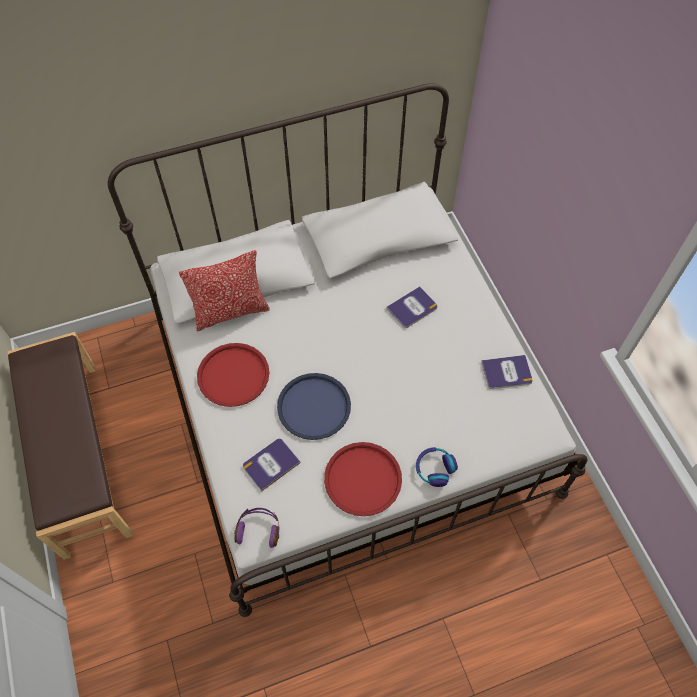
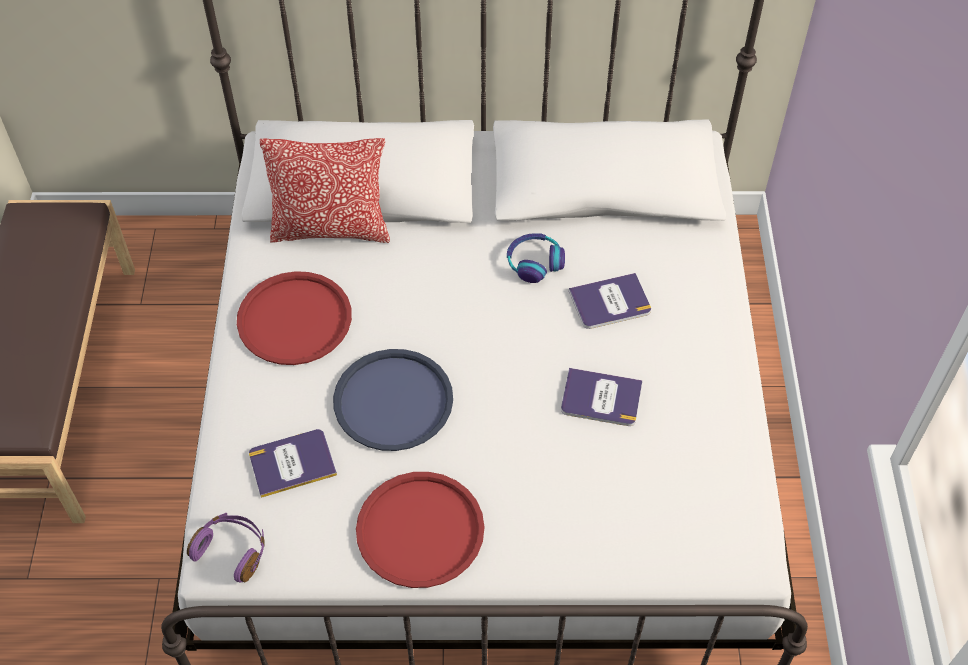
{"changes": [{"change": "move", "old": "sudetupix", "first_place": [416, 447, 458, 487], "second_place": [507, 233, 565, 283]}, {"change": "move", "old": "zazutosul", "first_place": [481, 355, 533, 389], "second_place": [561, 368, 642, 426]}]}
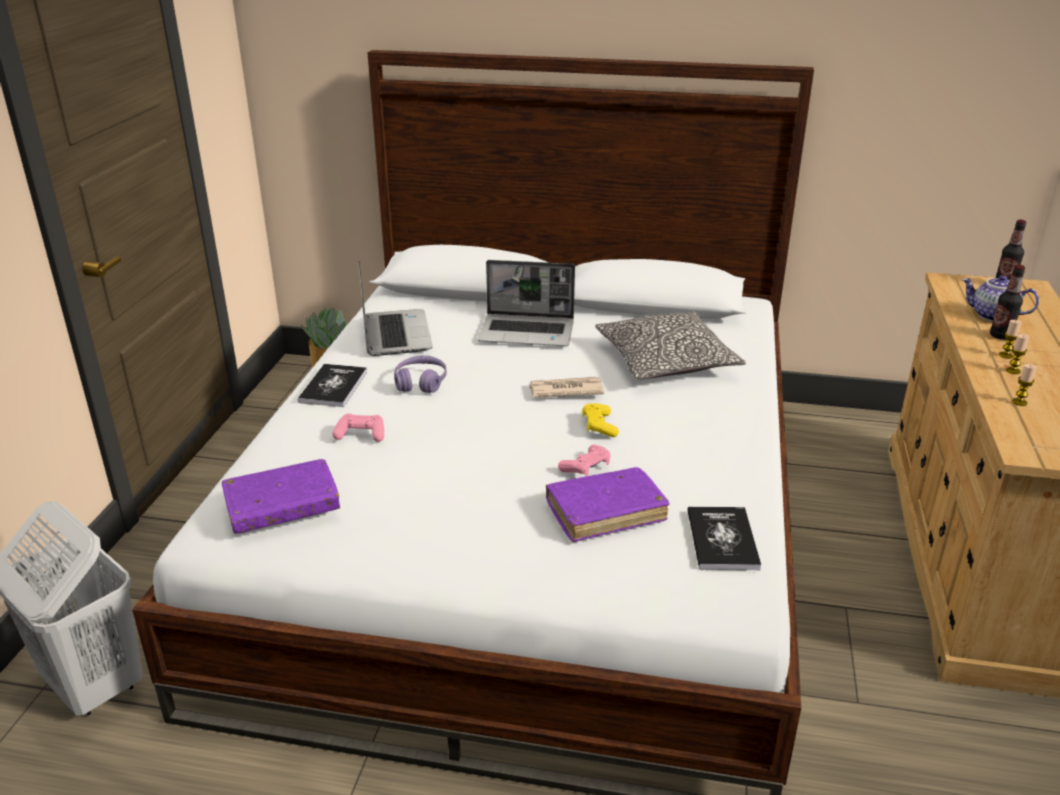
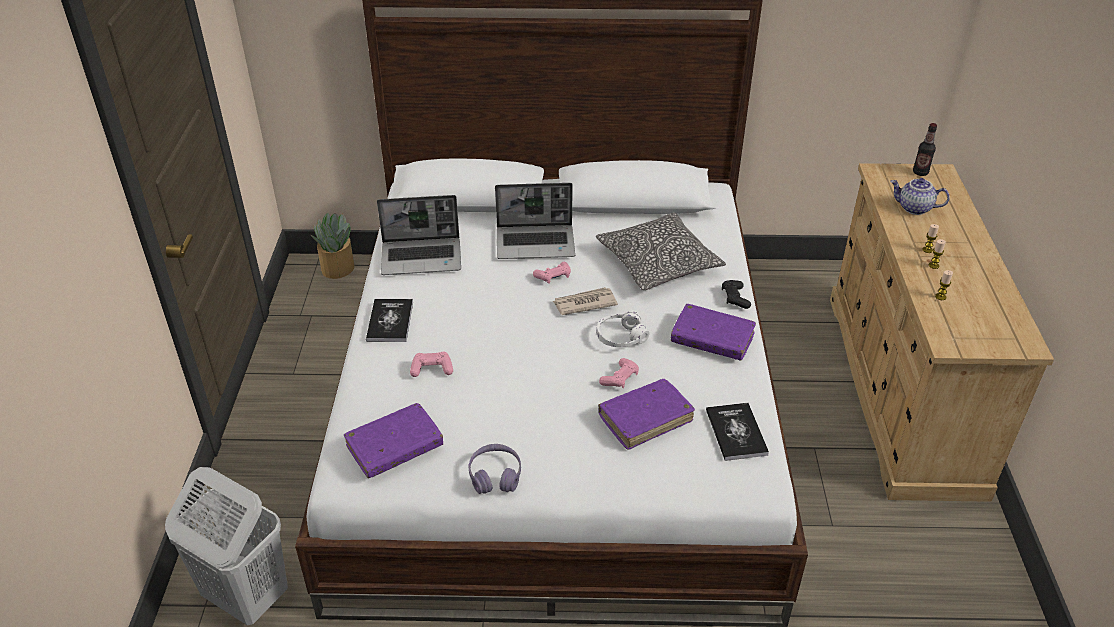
{"changes": [{"change": "rotate", "old": "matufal", "first_place": [358, 261, 433, 356], "second_place": [377, 195, 461, 275], "degrees": 105}, {"change": "move", "old": "purple sudetupix", "first_place": [394, 355, 447, 393], "second_place": [469, 444, 521, 494]}, {"change": "insert", "new": "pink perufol", "second_place": [533, 262, 571, 284]}, {"change": "replace", "old": "yellow perufol", "new": "white sudetupix", "first_place": [582, 403, 619, 437], "second_place": [597, 310, 649, 347]}, {"change": "insert", "new": "purple zazutosul", "second_place": [671, 304, 756, 361]}, {"change": "insert", "new": "black perufol", "second_place": [722, 280, 751, 309]}, {"change": "delete", "old": "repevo", "first_place": [990, 265, 1025, 340]}]}
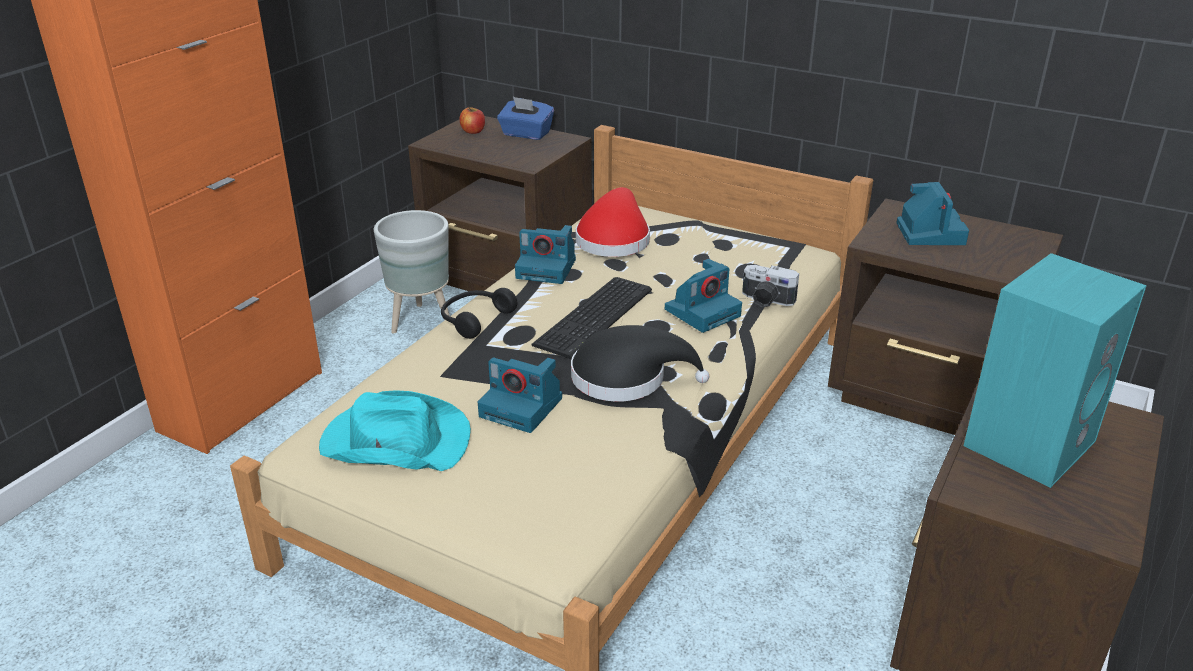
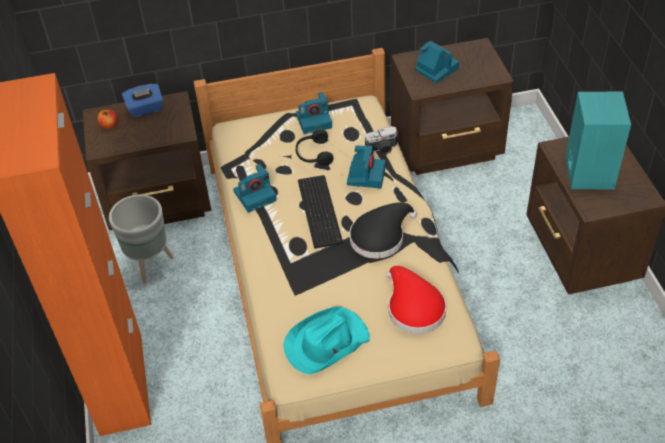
{"changes": [{"change": "move", "old": "black sudetupix", "first_place": [441, 288, 517, 339], "second_place": [295, 129, 333, 166]}, {"change": "move", "old": "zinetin", "first_place": [478, 358, 562, 433], "second_place": [296, 92, 332, 134]}, {"change": "move", "old": "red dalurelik", "first_place": [576, 187, 650, 257], "second_place": [386, 266, 446, 334]}]}
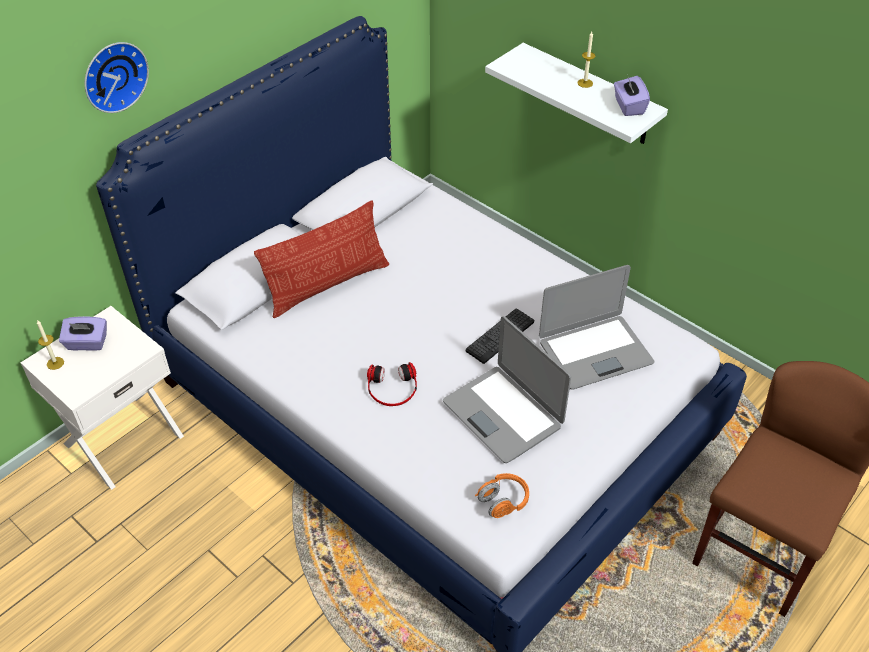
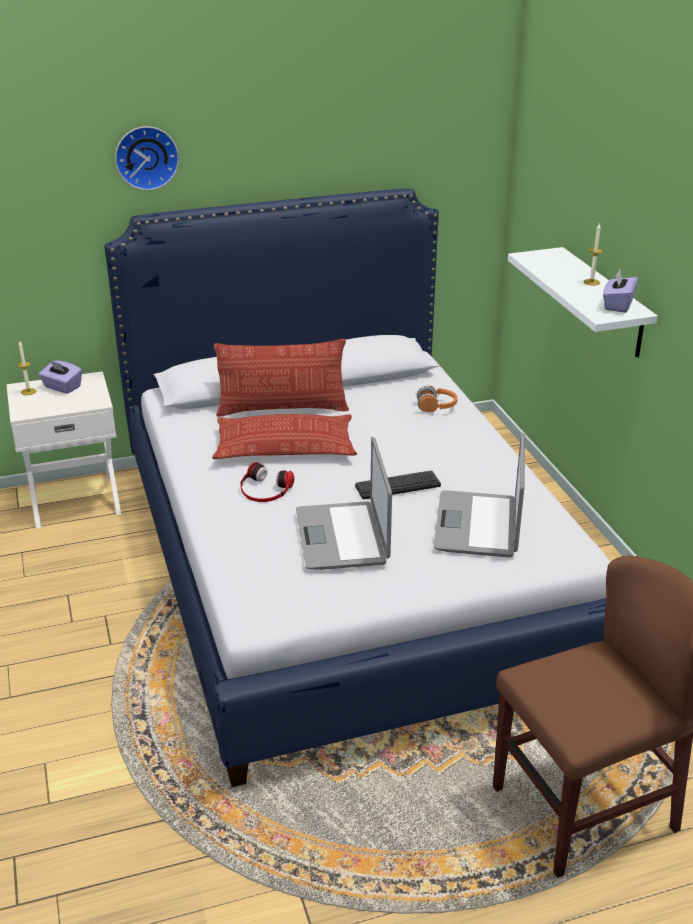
{"changes": [{"change": "insert", "new": "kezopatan", "second_place": [212, 414, 357, 459]}, {"change": "move", "old": "orange sudetupix", "first_place": [475, 473, 529, 518], "second_place": [416, 386, 458, 413]}, {"change": "rotate", "old": "matufal", "first_place": [539, 265, 654, 390], "second_place": [434, 432, 525, 557], "degrees": 90}]}
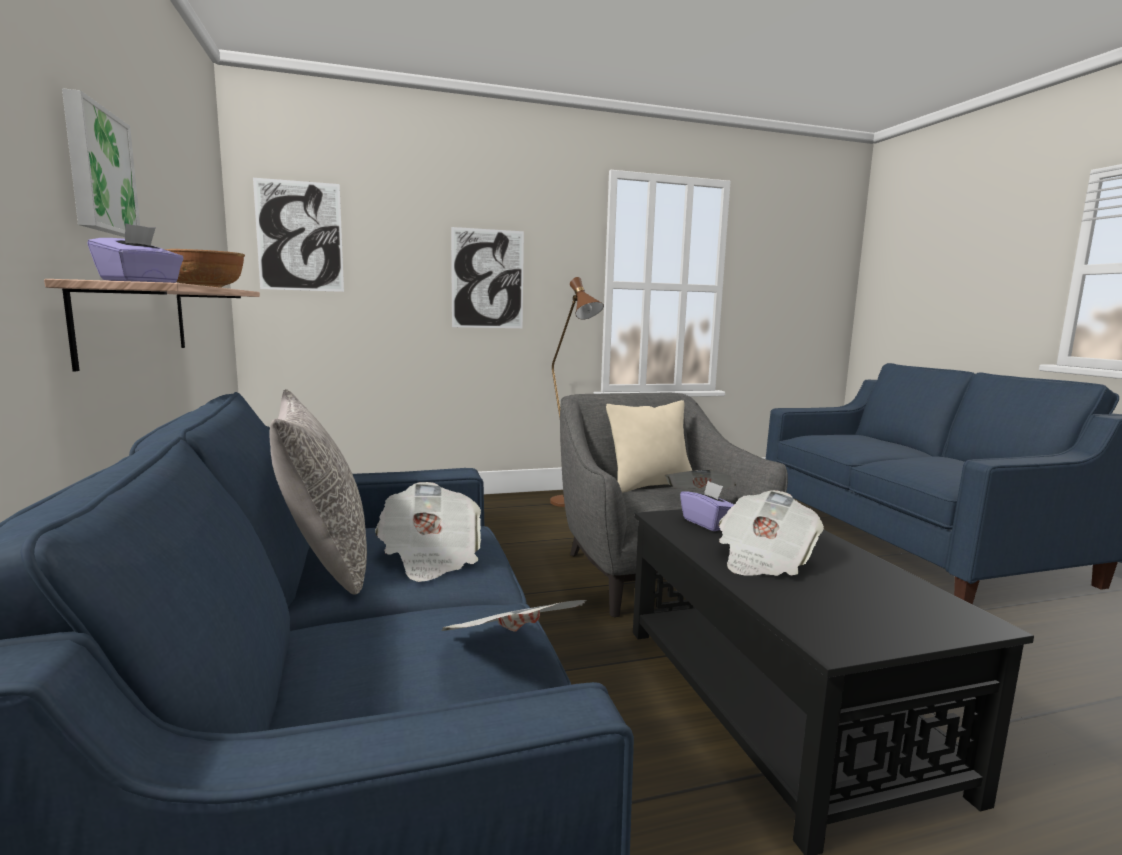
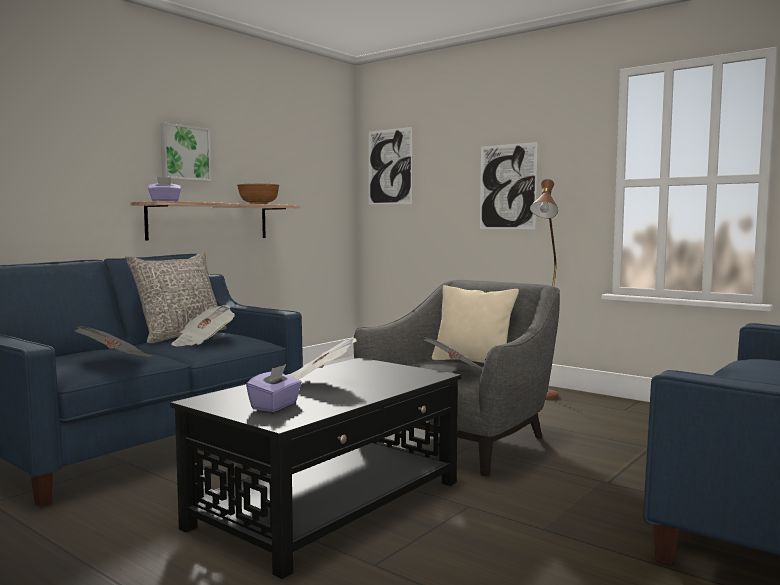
{"changes": [{"change": "move", "old": "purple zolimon", "first_place": [680, 481, 734, 531], "second_place": [246, 364, 302, 412]}]}
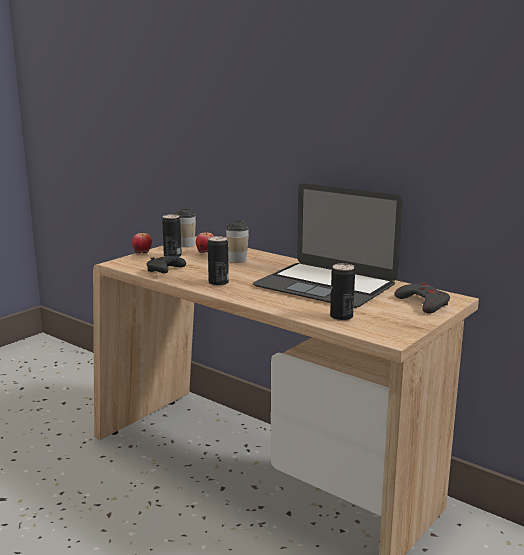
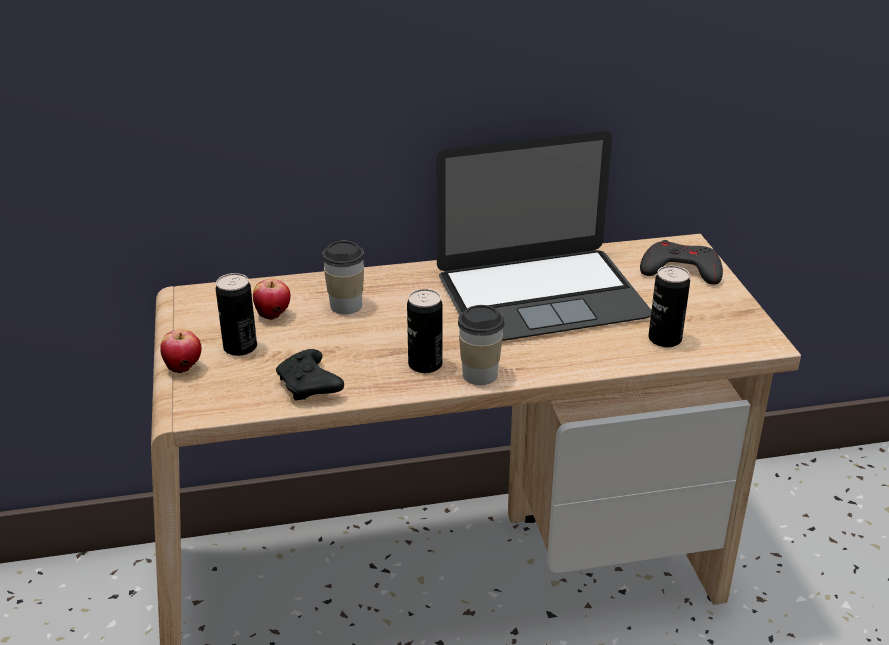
{"changes": [{"change": "move", "old": "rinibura", "first_place": [174, 209, 196, 247], "second_place": [458, 305, 505, 385]}]}
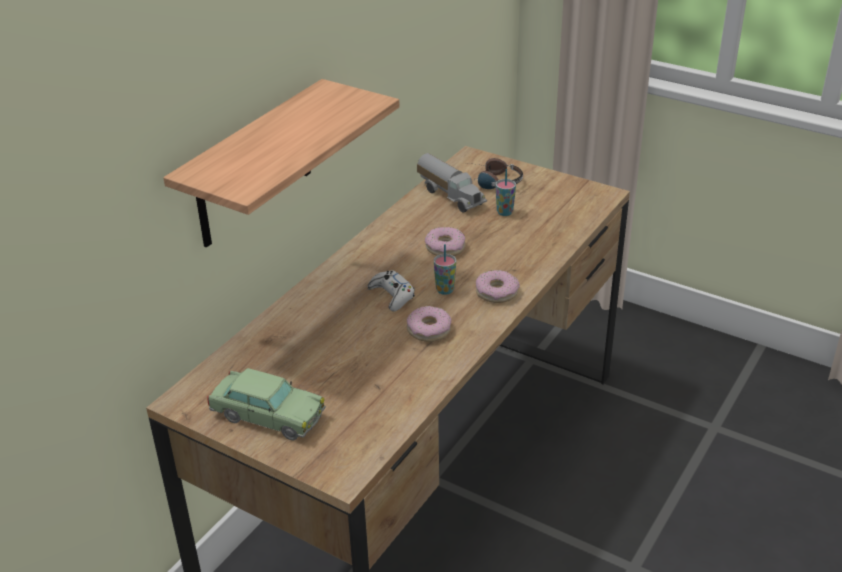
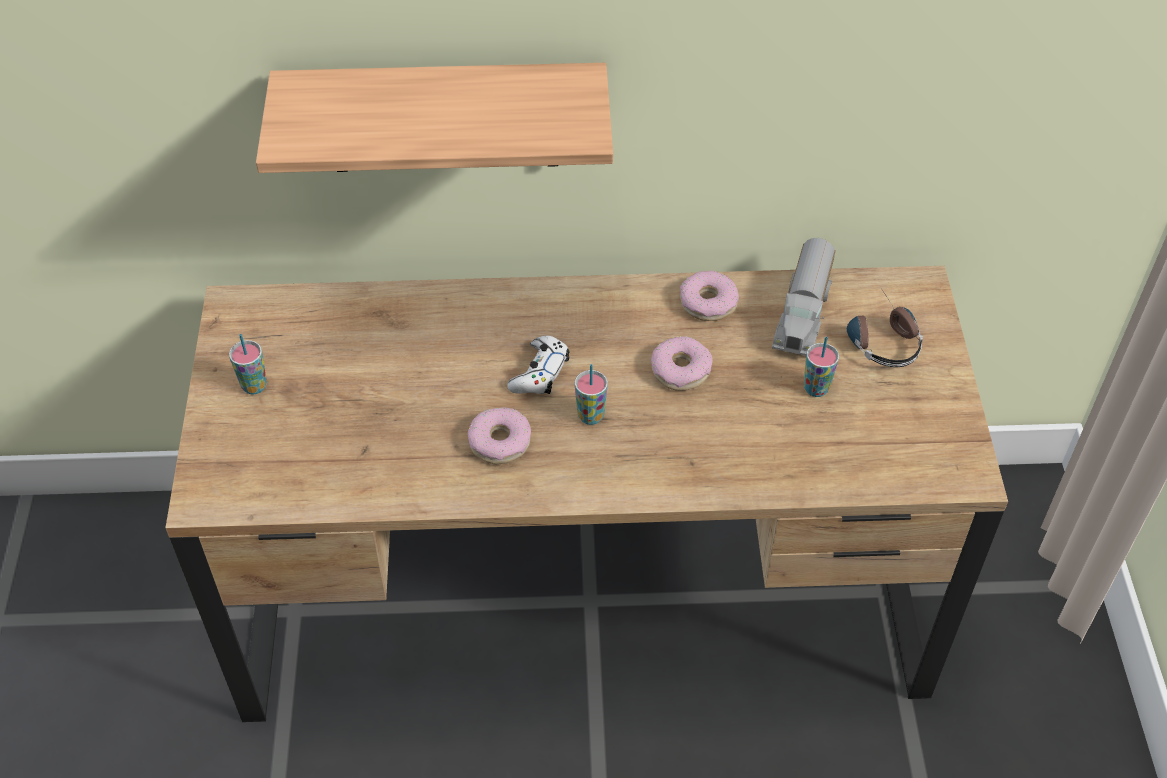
{"changes": [{"change": "replace", "old": "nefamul", "new": "rinibura", "first_place": [207, 368, 326, 440], "second_place": [229, 334, 267, 395]}, {"change": "move", "old": "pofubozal", "first_place": [476, 270, 520, 303], "second_place": [680, 270, 739, 321]}]}
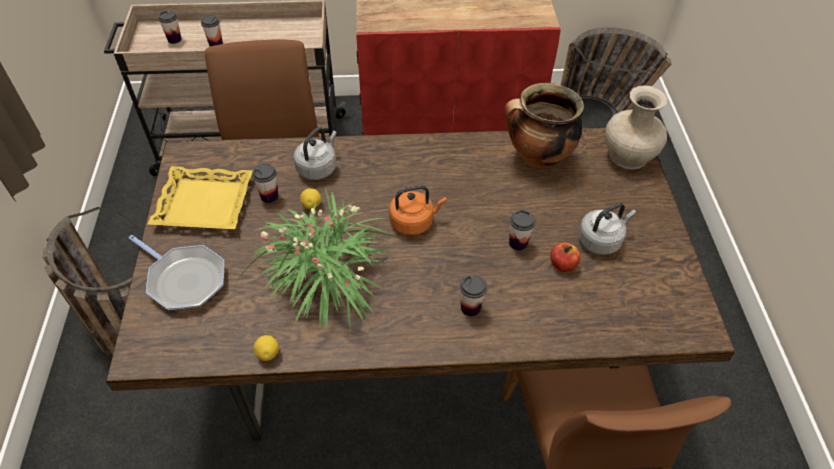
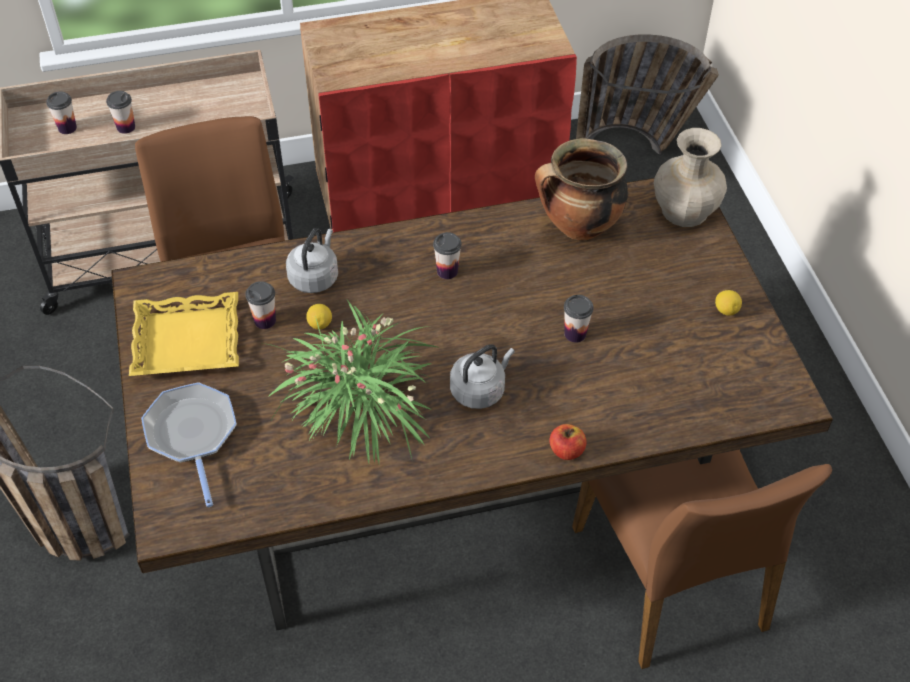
{"changes": [{"change": "rotate", "old": "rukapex", "first_place": [129, 235, 224, 310], "second_place": [141, 382, 236, 507], "degrees": -135}, {"change": "move", "old": "rinibura", "first_place": [460, 275, 487, 316], "second_place": [433, 232, 462, 279]}, {"change": "move", "old": "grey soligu", "first_place": [578, 203, 636, 255], "second_place": [450, 344, 515, 409]}, {"change": "move", "old": "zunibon", "first_place": [550, 243, 580, 272], "second_place": [550, 424, 586, 460]}, {"change": "move", "old": "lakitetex", "first_place": [254, 335, 279, 361], "second_place": [715, 290, 742, 316]}, {"change": "delete", "old": "orange soligu", "first_place": [389, 185, 447, 235]}]}
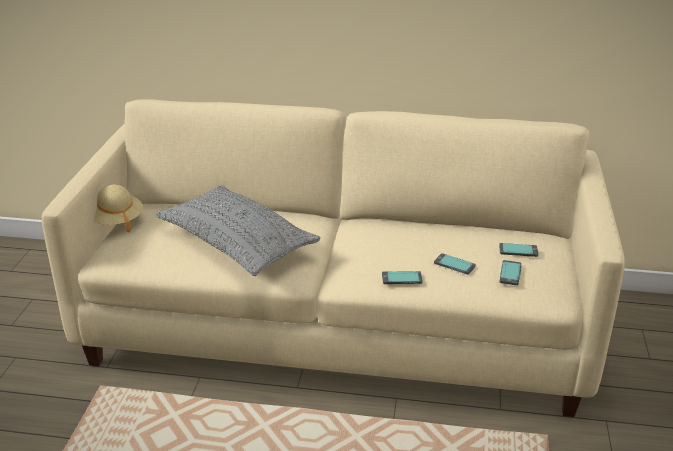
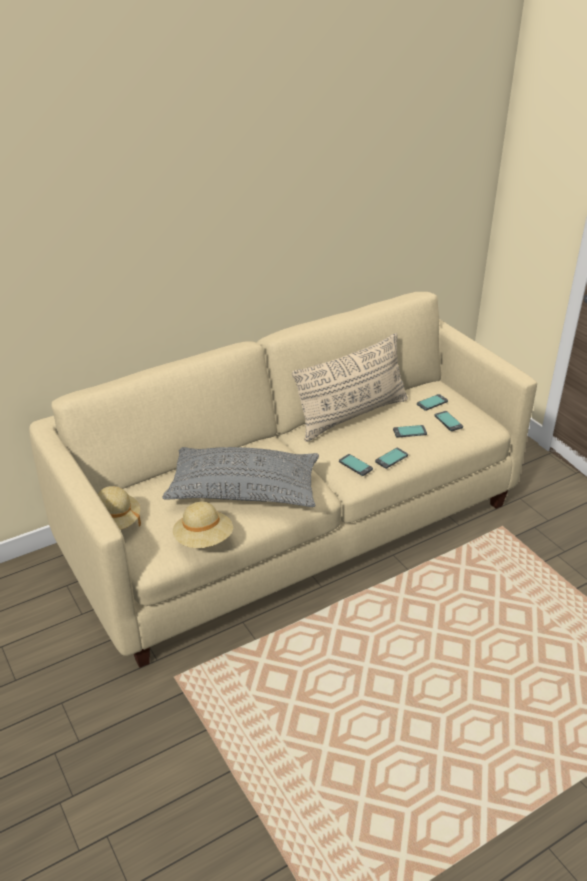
{"changes": [{"change": "insert", "new": "beige dalurelik", "second_place": [173, 501, 233, 548]}, {"change": "insert", "new": "beige kezopatan", "second_place": [292, 333, 408, 442]}, {"change": "insert", "new": "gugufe", "second_place": [339, 454, 373, 476]}]}
